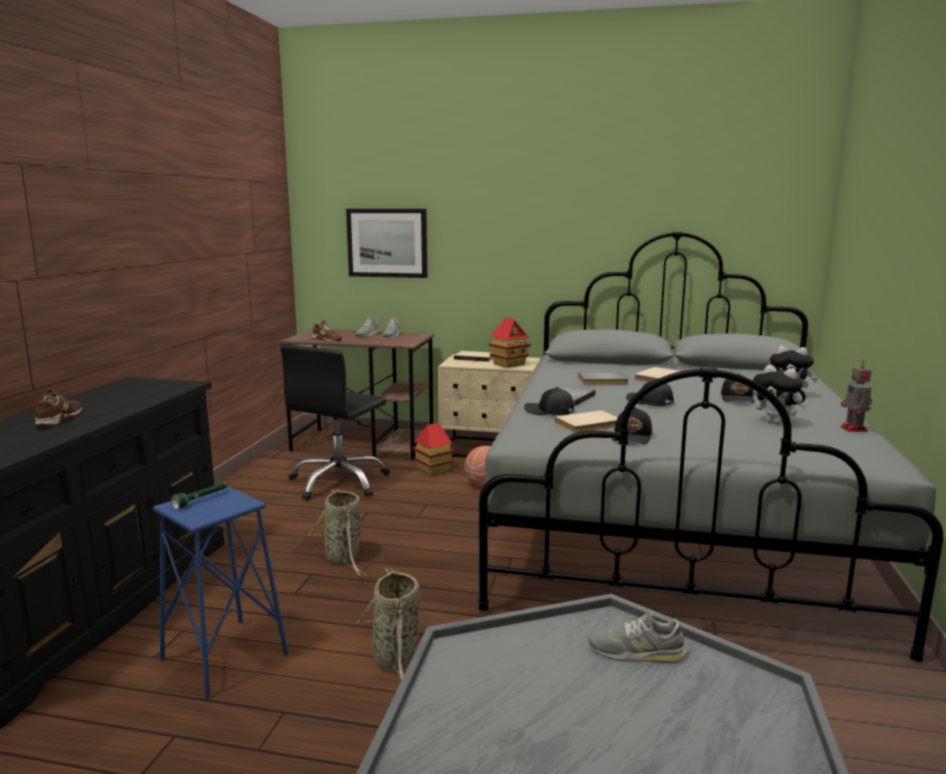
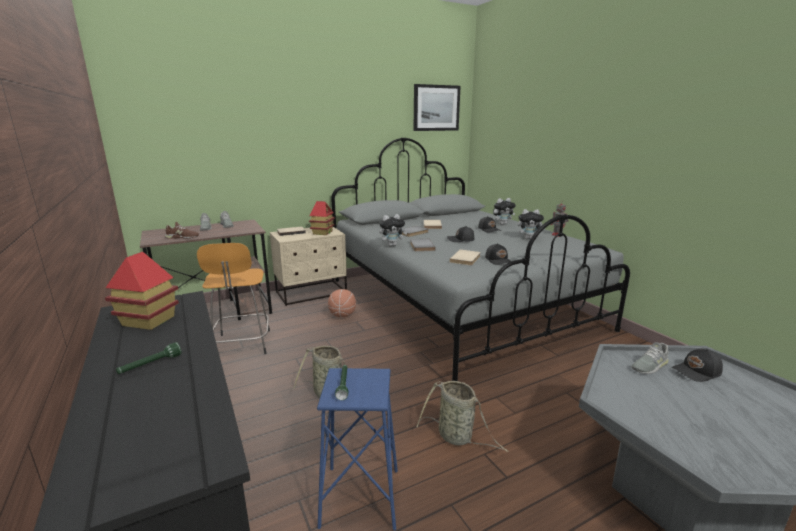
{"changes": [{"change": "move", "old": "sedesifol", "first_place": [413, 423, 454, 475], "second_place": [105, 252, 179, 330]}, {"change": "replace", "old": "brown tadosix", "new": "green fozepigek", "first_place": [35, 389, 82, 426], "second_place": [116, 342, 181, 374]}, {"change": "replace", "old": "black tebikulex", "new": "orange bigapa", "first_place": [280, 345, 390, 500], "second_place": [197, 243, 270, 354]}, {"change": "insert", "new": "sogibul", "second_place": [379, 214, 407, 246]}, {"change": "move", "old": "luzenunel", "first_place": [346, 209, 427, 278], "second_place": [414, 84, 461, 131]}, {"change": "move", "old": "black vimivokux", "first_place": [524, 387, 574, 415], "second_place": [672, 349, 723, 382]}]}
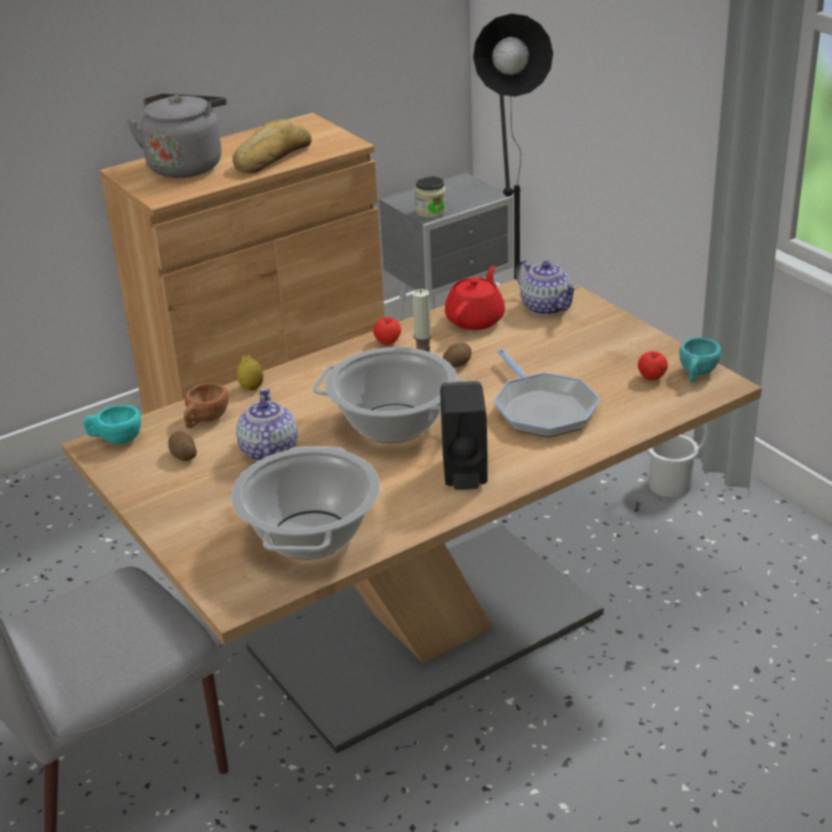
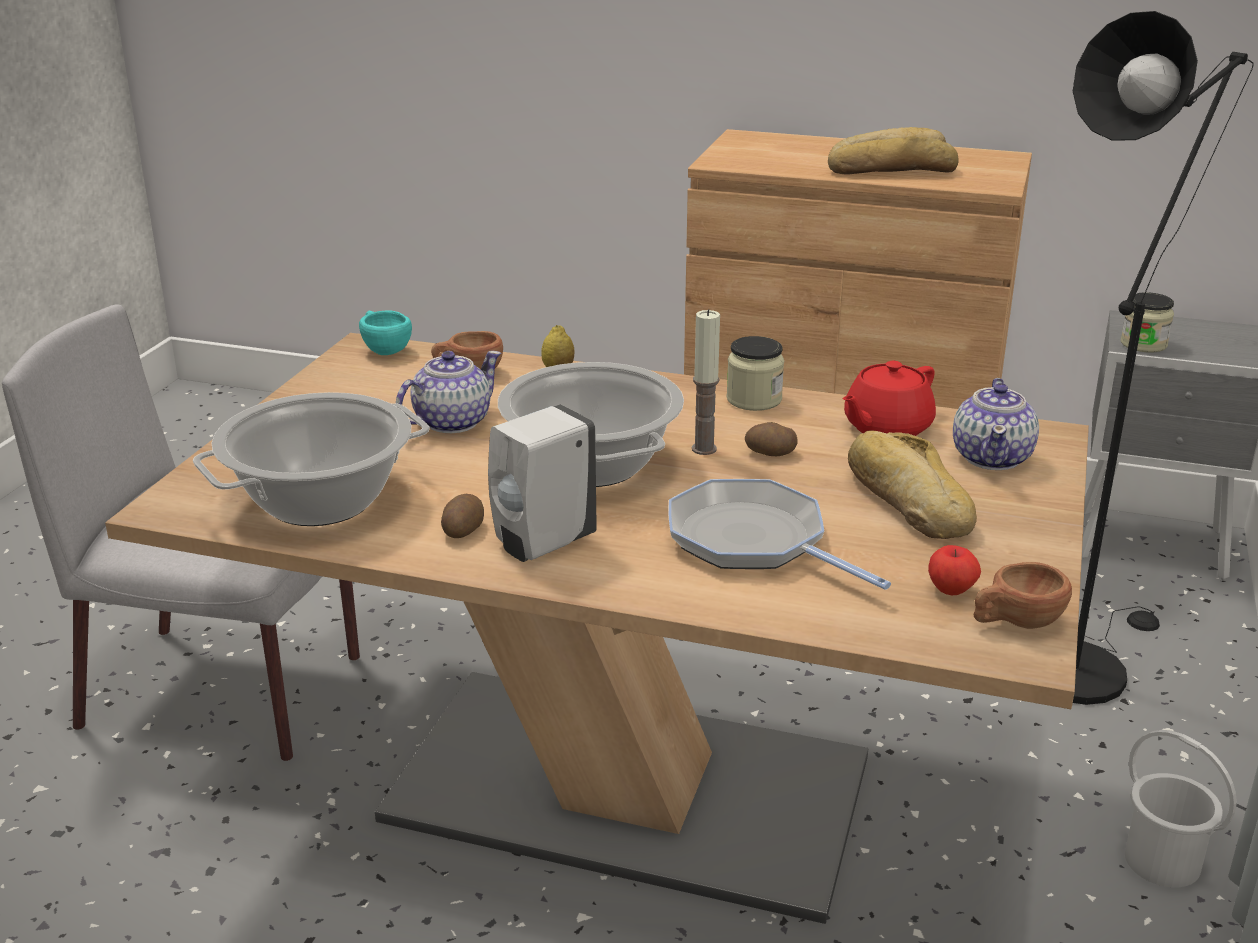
{"changes": [{"change": "move", "old": "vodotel", "first_place": [168, 431, 197, 461], "second_place": [441, 494, 484, 538]}, {"change": "recolor", "old": "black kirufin", "new": "white kirufin", "first_place": [440, 381, 488, 490], "second_place": [488, 405, 597, 562]}, {"change": "rotate", "old": "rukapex", "first_place": [494, 349, 600, 437], "second_place": [668, 479, 891, 590], "degrees": 105}, {"change": "replace", "old": "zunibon", "new": "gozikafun", "first_place": [373, 318, 401, 345], "second_place": [726, 336, 784, 411]}, {"change": "rotate", "old": "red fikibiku", "first_place": [445, 266, 505, 330], "second_place": [843, 361, 936, 436], "degrees": 150}, {"change": "insert", "new": "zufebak", "second_place": [848, 431, 977, 539]}, {"change": "recolor", "old": "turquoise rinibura", "new": "brown rinibura", "first_place": [679, 338, 721, 382], "second_place": [974, 562, 1072, 629]}, {"change": "delete", "old": "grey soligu", "first_place": [127, 94, 227, 178]}]}
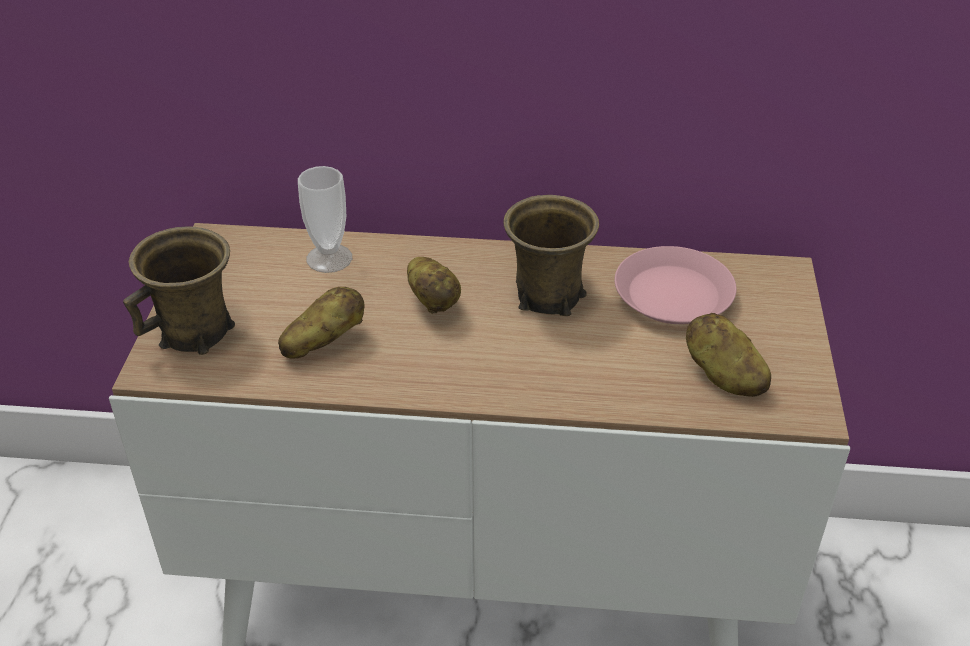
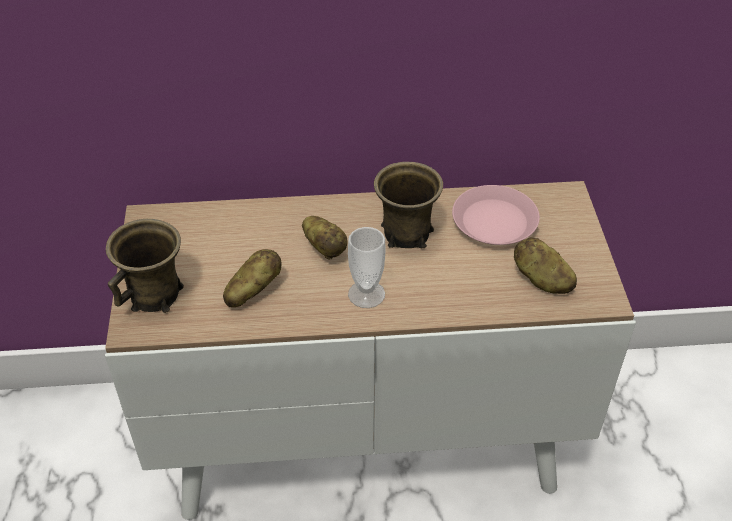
{"changes": [{"change": "move", "old": "rinibura", "first_place": [298, 166, 352, 273], "second_place": [348, 227, 386, 308]}]}
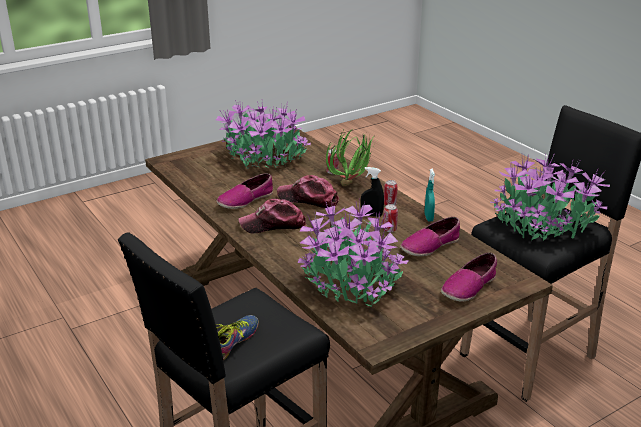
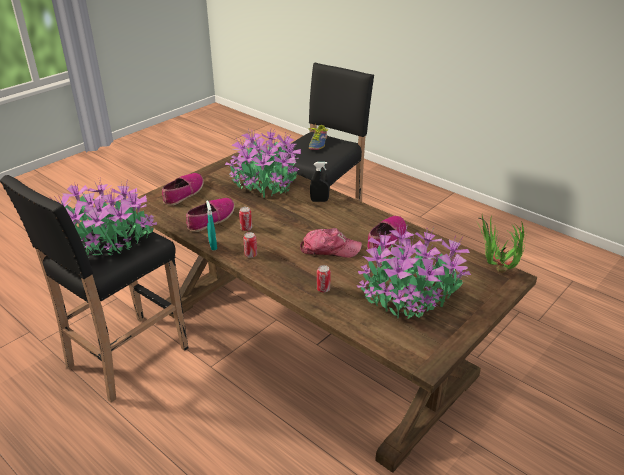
{"changes": [{"change": "move", "old": "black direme", "first_place": [361, 167, 384, 217], "second_place": [310, 162, 330, 202]}, {"change": "move", "old": "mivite", "first_place": [326, 128, 376, 186], "second_place": [477, 216, 527, 273]}, {"change": "delete", "old": "vimivokux", "first_place": [239, 199, 306, 233]}]}
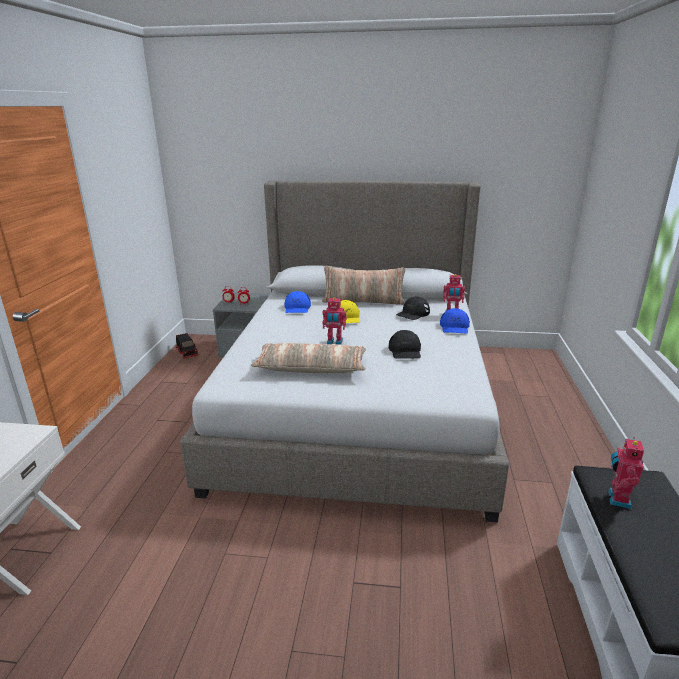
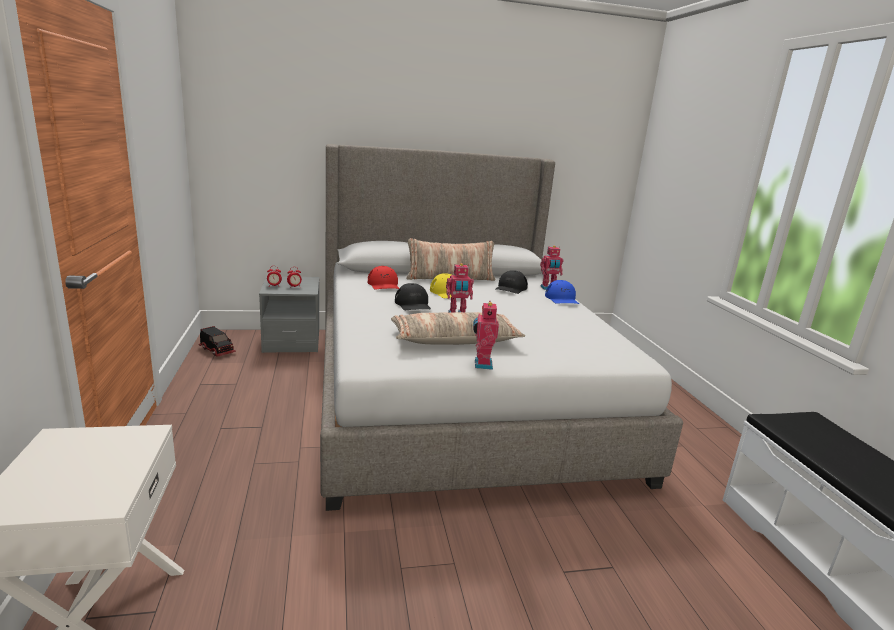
{"changes": [{"change": "recolor", "old": "blue vimivokux", "new": "red vimivokux", "first_place": [284, 291, 311, 313], "second_place": [368, 266, 399, 289]}, {"change": "move", "old": "black vimivokux", "first_place": [389, 330, 421, 359], "second_place": [395, 283, 431, 310]}, {"change": "move", "old": "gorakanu", "first_place": [608, 437, 644, 509], "second_place": [473, 301, 499, 370]}]}
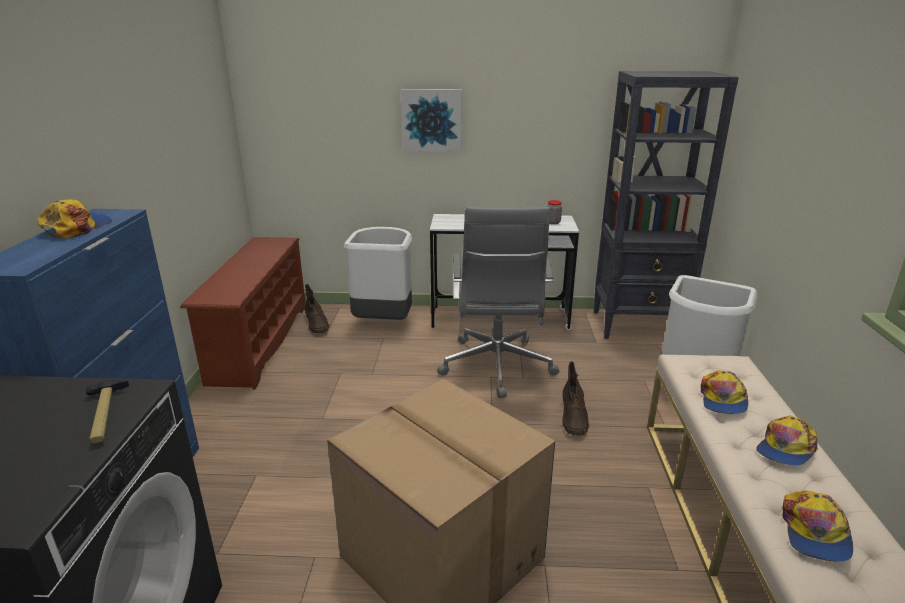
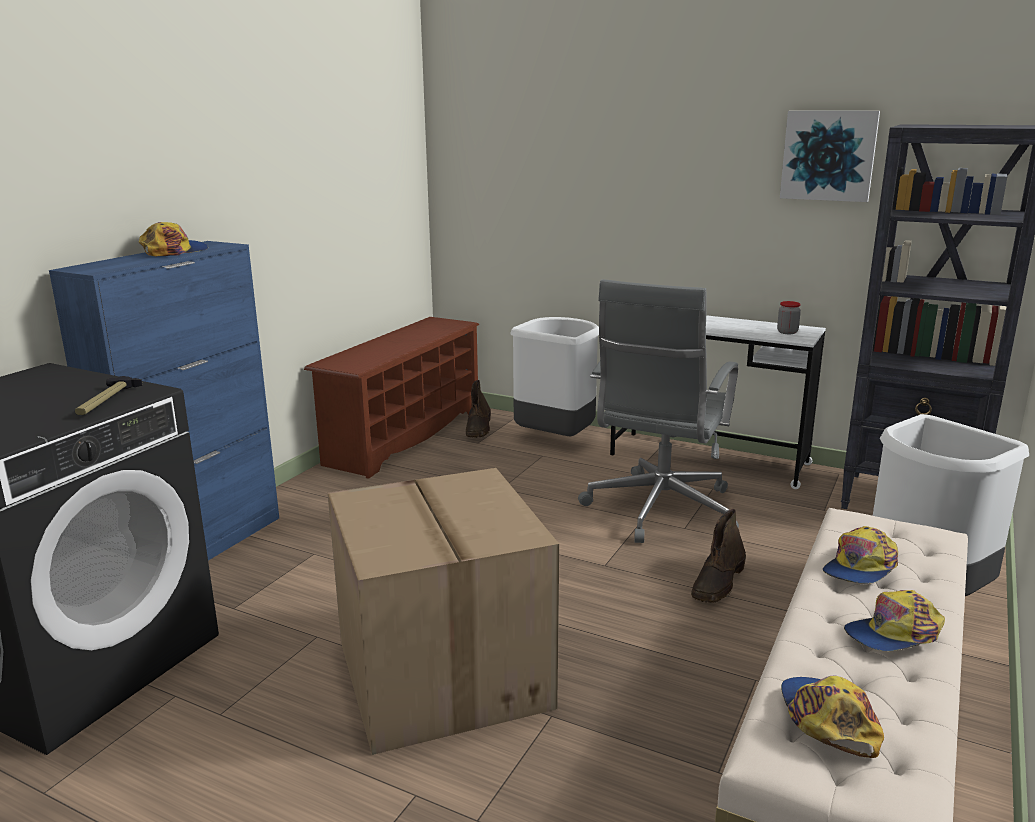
{"changes": [{"change": "move", "old": "luzenunel", "first_place": [401, 89, 462, 152], "second_place": [780, 111, 880, 202]}, {"change": "rotate", "old": "vimivokux", "first_place": [782, 490, 853, 561], "second_place": [781, 676, 884, 758], "degrees": 135}]}
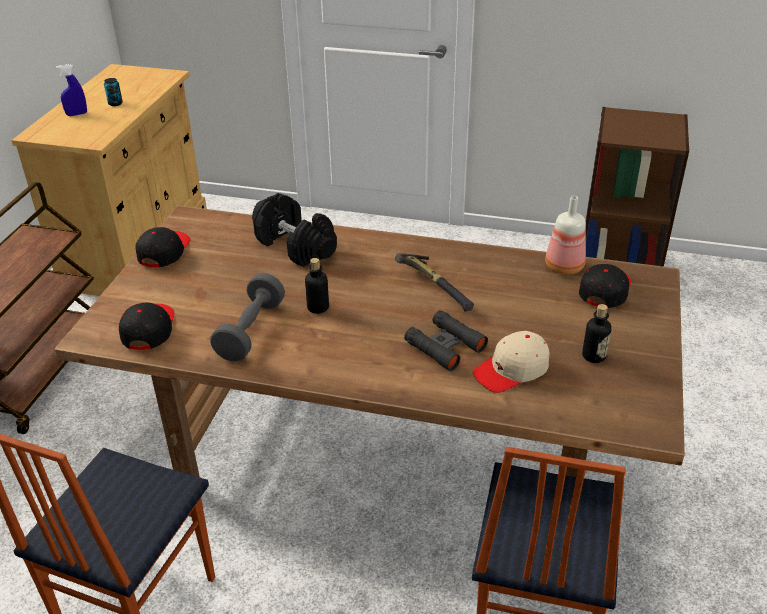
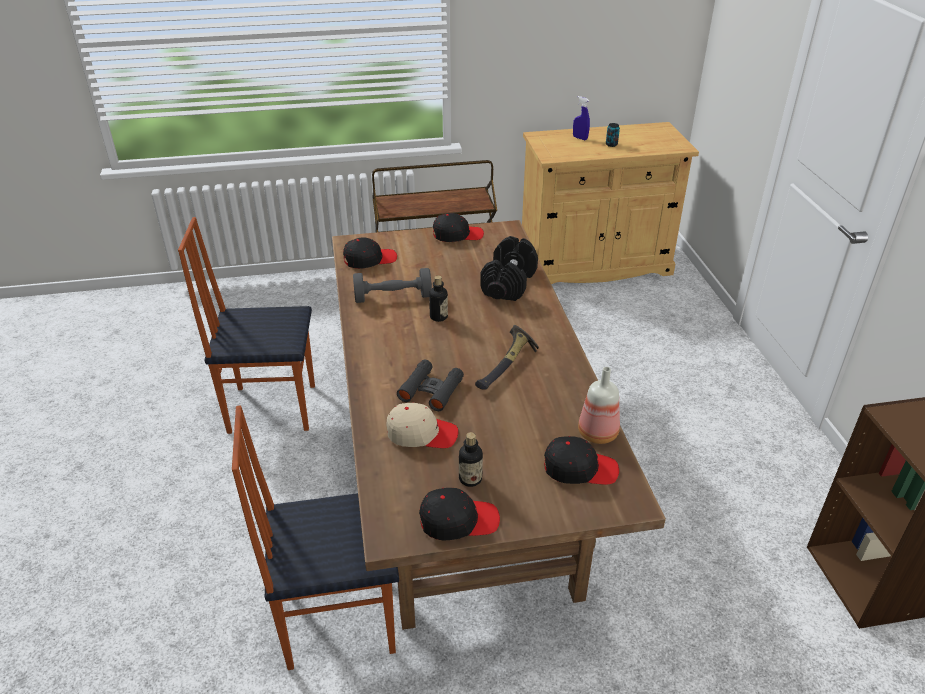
{"changes": [{"change": "rotate", "old": "beige vimivokux", "first_place": [473, 331, 549, 393], "second_place": [387, 402, 459, 448], "degrees": 150}, {"change": "insert", "new": "black vimivokux", "second_place": [419, 488, 500, 541]}]}
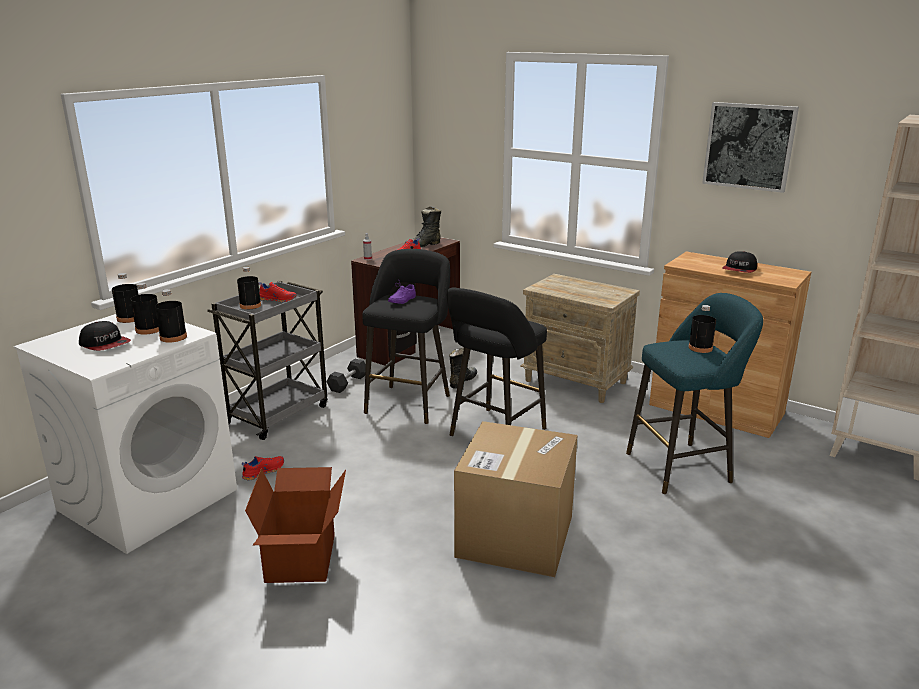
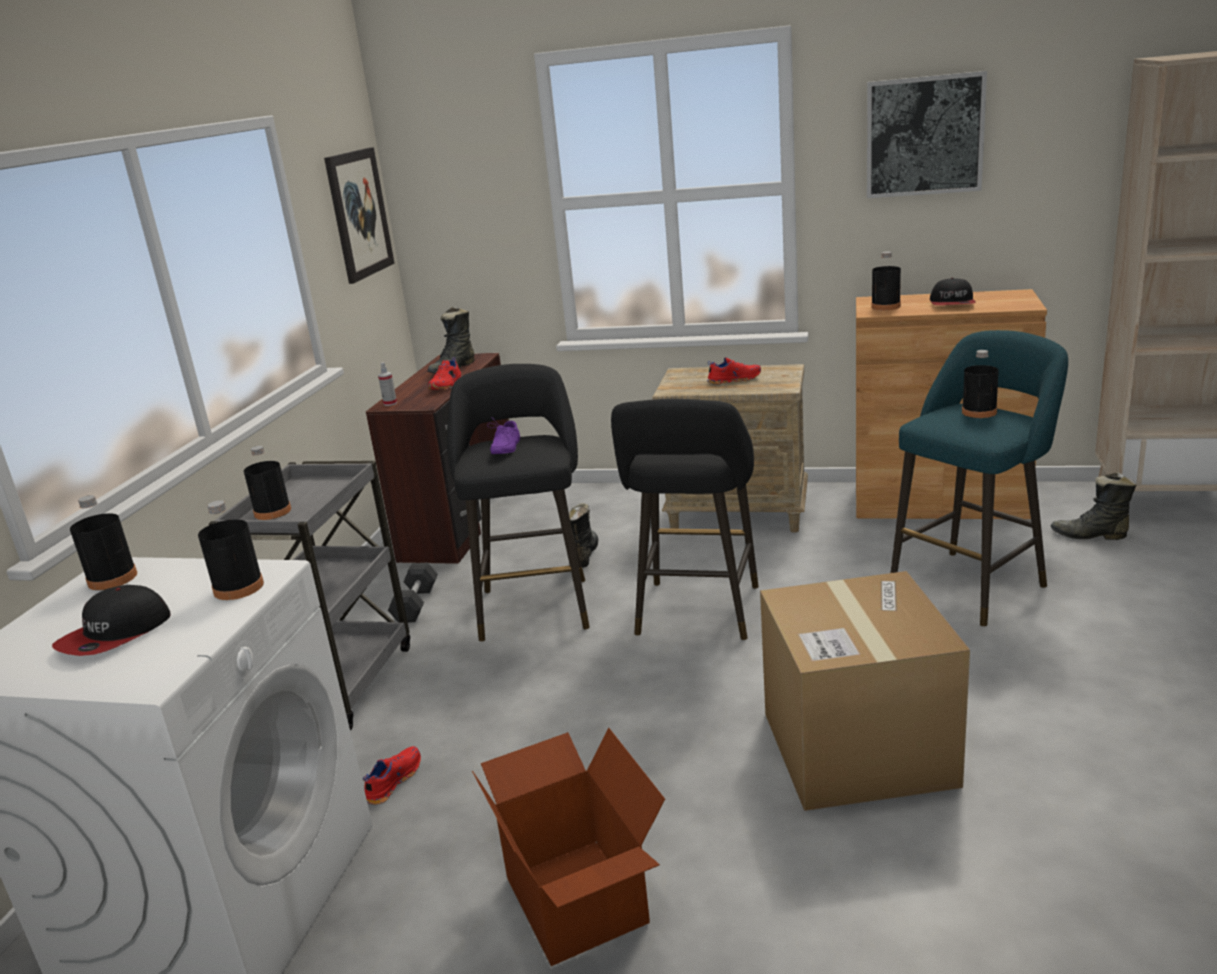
{"changes": [{"change": "rotate", "old": "vimivokux", "first_place": [79, 321, 131, 351], "second_place": [52, 585, 171, 656], "degrees": 105}, {"change": "insert", "new": "luzenunel", "second_place": [324, 147, 395, 284]}, {"change": "move", "old": "red tadosix", "first_place": [259, 282, 297, 303], "second_place": [707, 357, 761, 385]}, {"change": "move", "old": "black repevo", "first_place": [131, 283, 159, 335], "second_place": [871, 252, 901, 310]}, {"change": "insert", "new": "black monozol", "second_place": [1051, 472, 1137, 540]}]}
